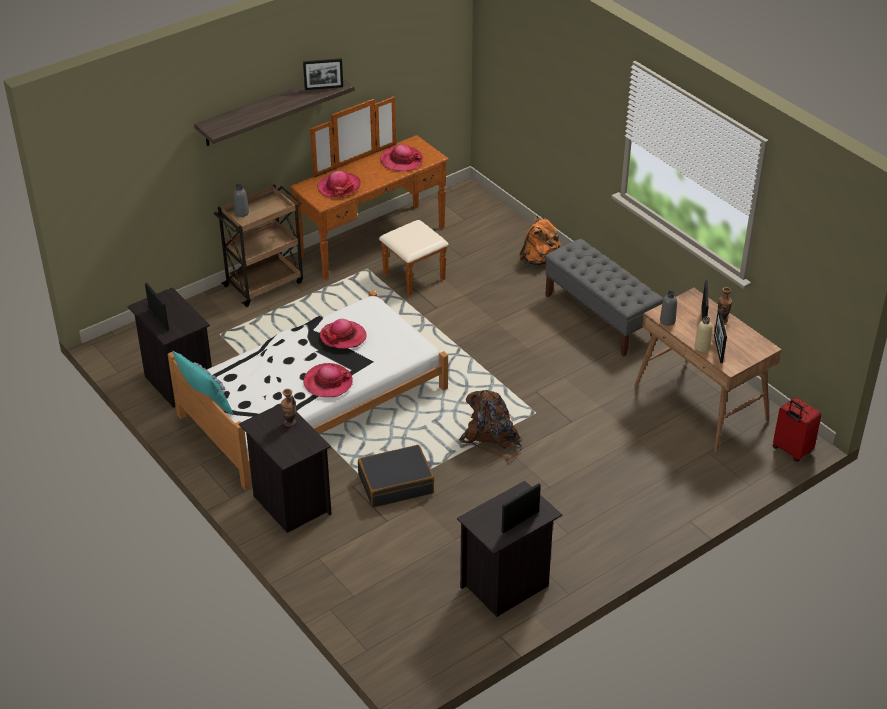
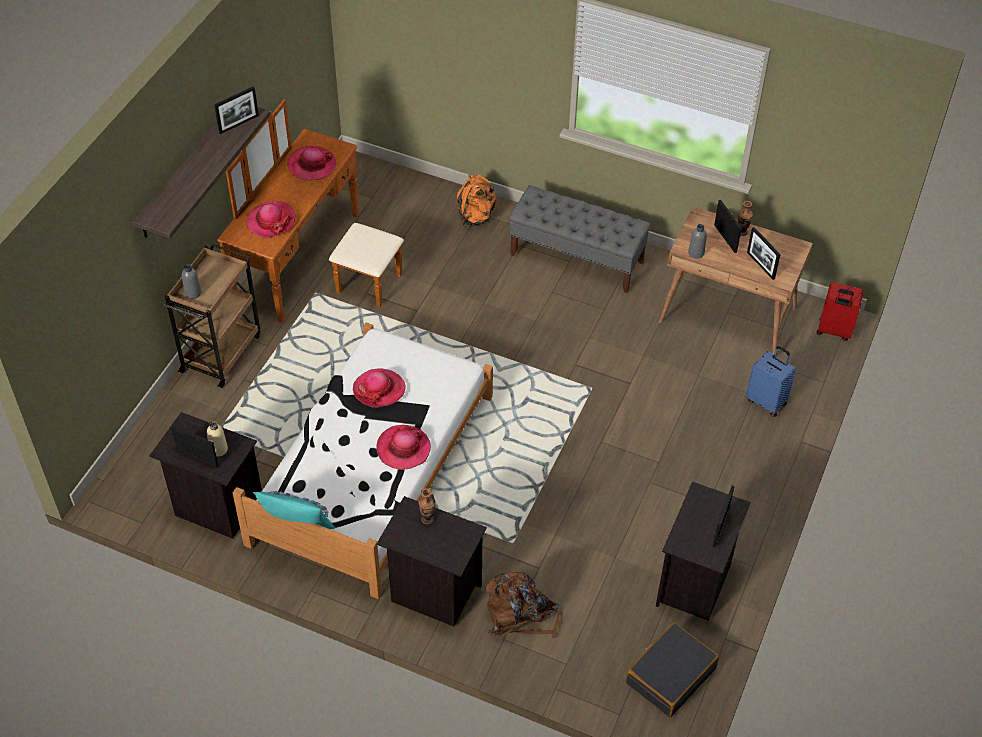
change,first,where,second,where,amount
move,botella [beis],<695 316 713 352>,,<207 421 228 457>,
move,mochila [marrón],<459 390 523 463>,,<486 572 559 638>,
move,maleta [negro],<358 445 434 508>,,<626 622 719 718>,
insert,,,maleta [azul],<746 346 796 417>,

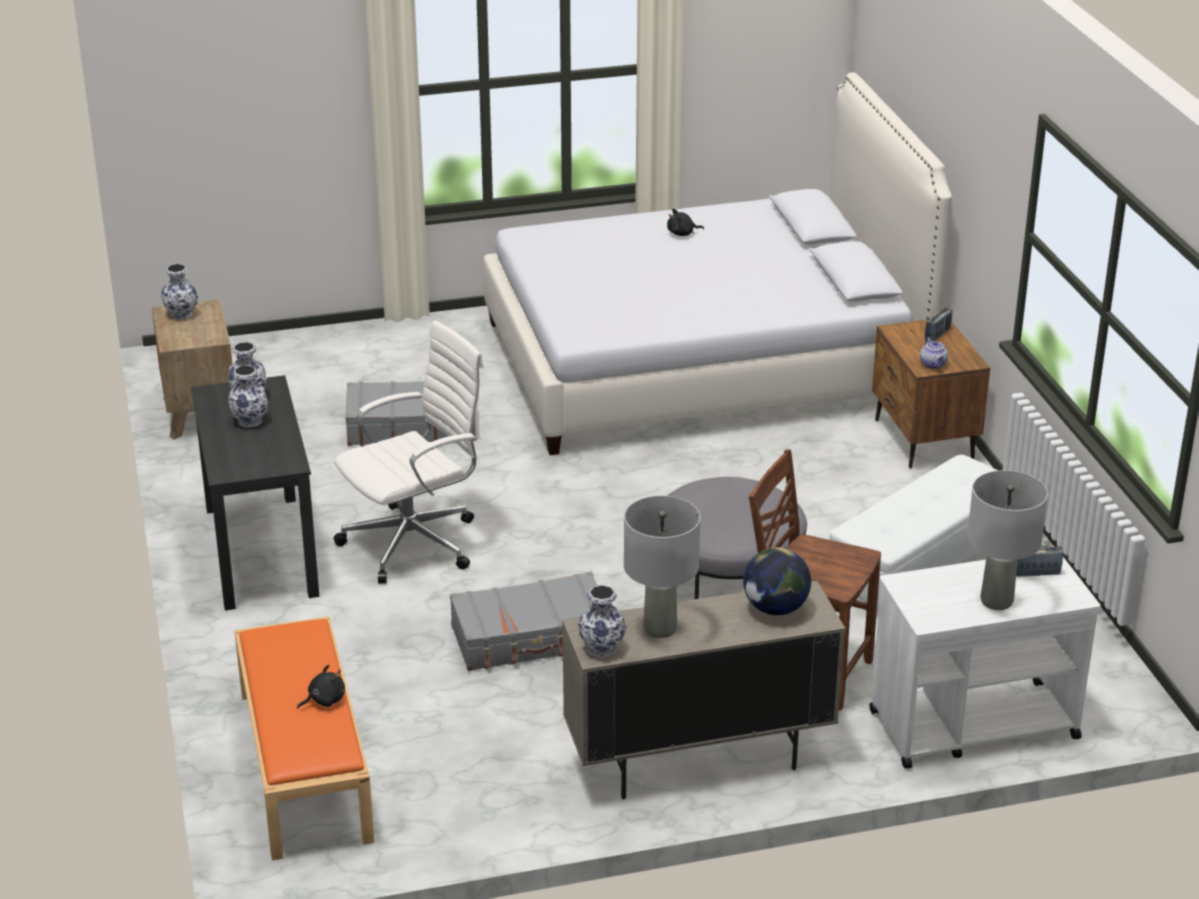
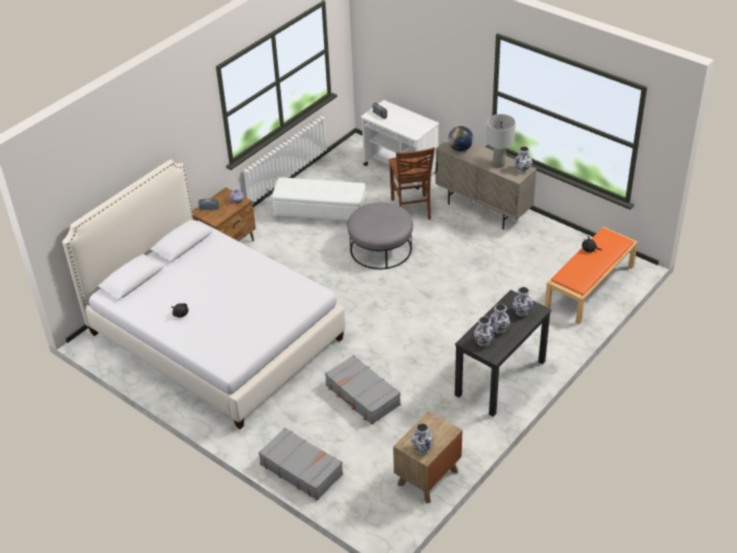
change,first,where,second,where,amount
move,maleta [gris],<450 572 598 671>,,<258 428 343 500>,
insert,,,florero,<512 287 533 316>,
delete,silla de oficina [blanco],<334 321 483 584>,,,
delete,lámpara de mesa [gris],<967 470 1048 610>,,,

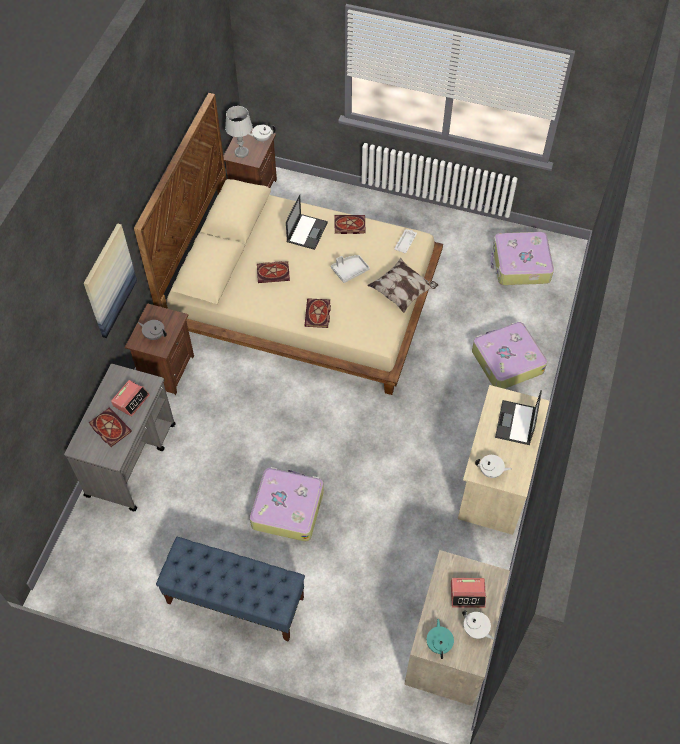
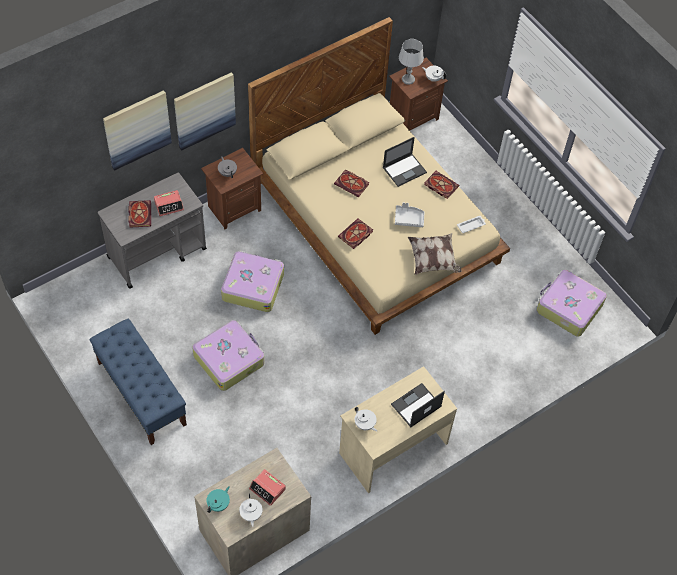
change,first,where,second,where,amount
insert,,,cuadro,<103 90 172 171>,
move,maleta,<472 321 547 389>,,<221 251 284 312>,

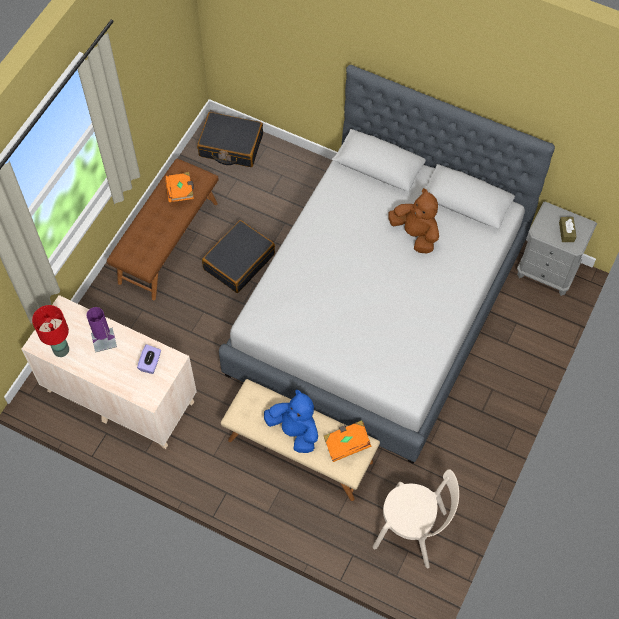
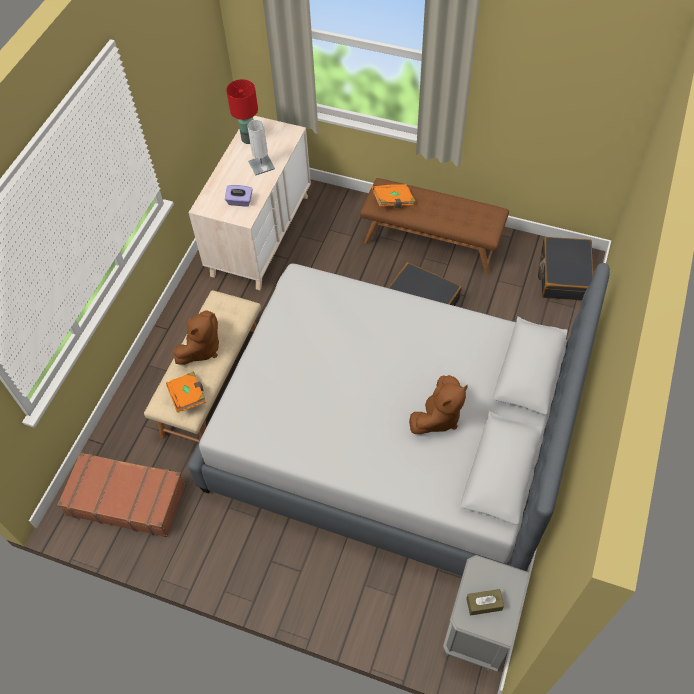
change,first,where,second,where,amount
replace,silla [beis],<373 469 459 568>,maleta [marrón],<57 452 186 537>,
recolor,peluche [azul],<264 389 318 453>,peluche [marrón],<174 310 219 365>,
recolor,lámpara de mesa [morado],<86 307 117 353>,lámpara de mesa [blanco],<247 120 275 175>,
move,libro [naranja],<165 172 194 202>,,<372 184 416 208>,

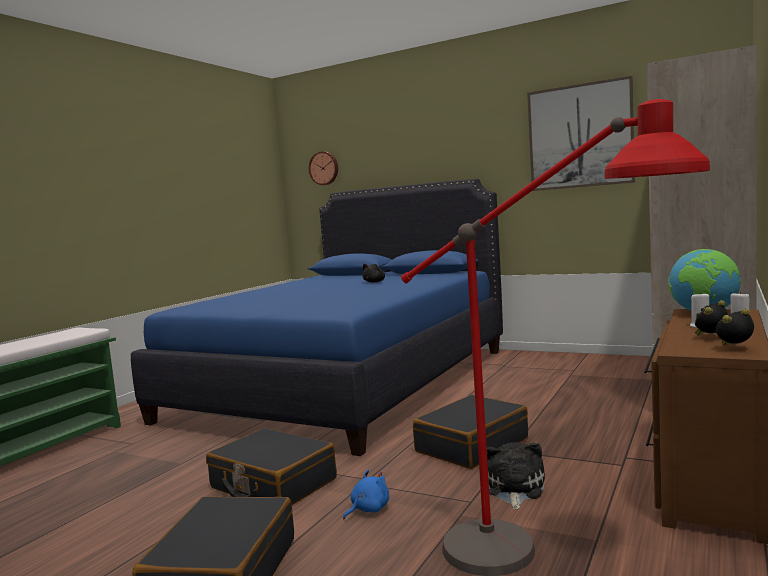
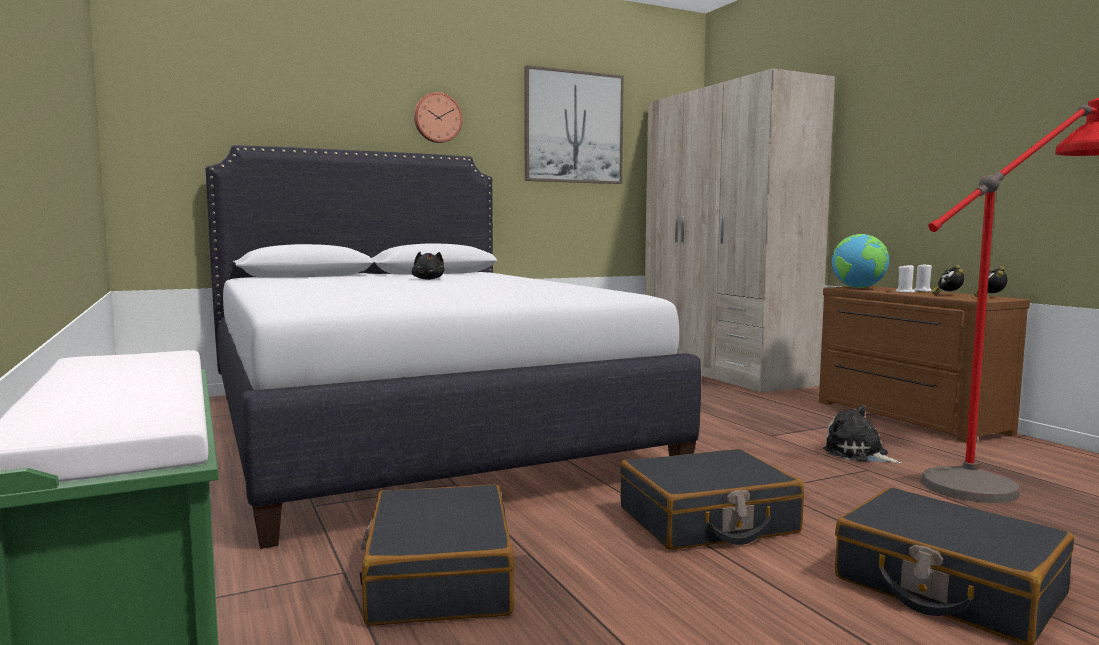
change,first,where,second,where,amount
recolor,cama [azul],<131 179 503 456>,cama [blanco],<205 145 701 549>,
move,maleta [negro],<413 395 528 469>,,<359 485 515 626>,
move,reloj de pared,<309 151 338 185>,,<414 92 463 143>,
delete,peluche [azul],<343 470 389 519>,,,

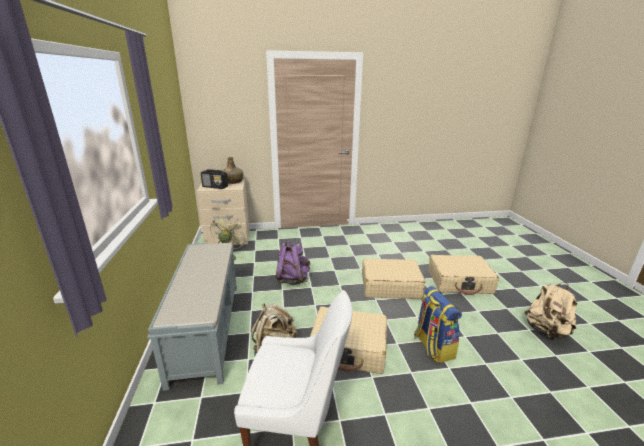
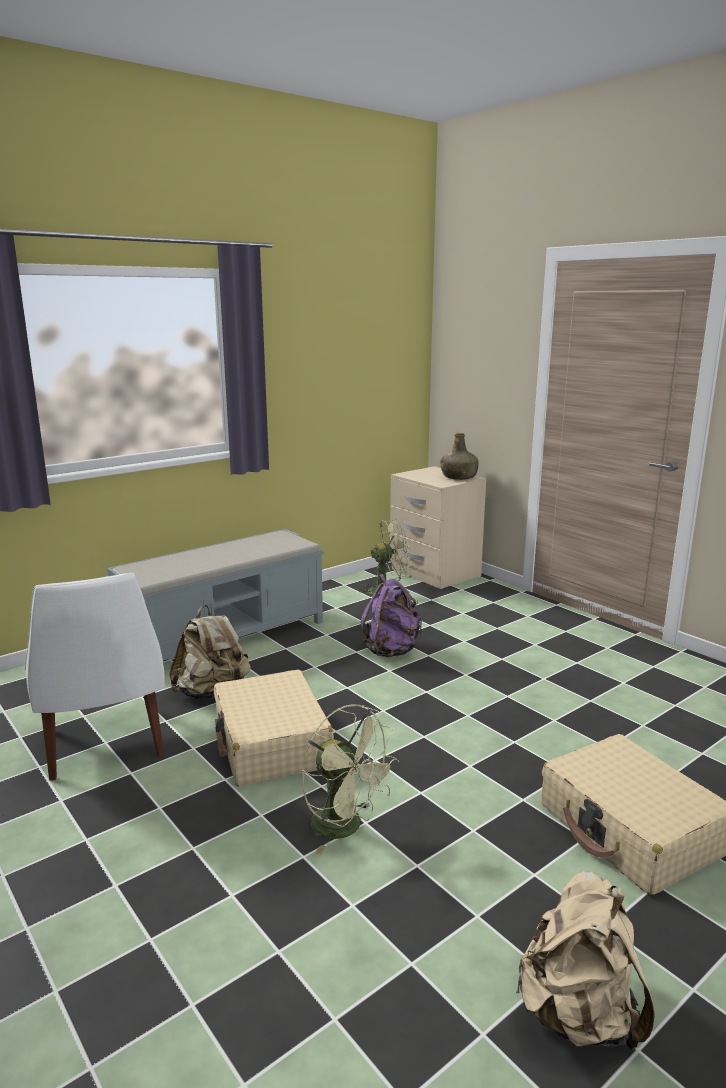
change,first,where,second,where,amount
replace,mochila,<414 286 462 363>,ventilador [verde],<301 704 399 854>,
delete,radio,<201 169 228 189>,,,
delete,maleta [beis],<362 259 425 299>,,,

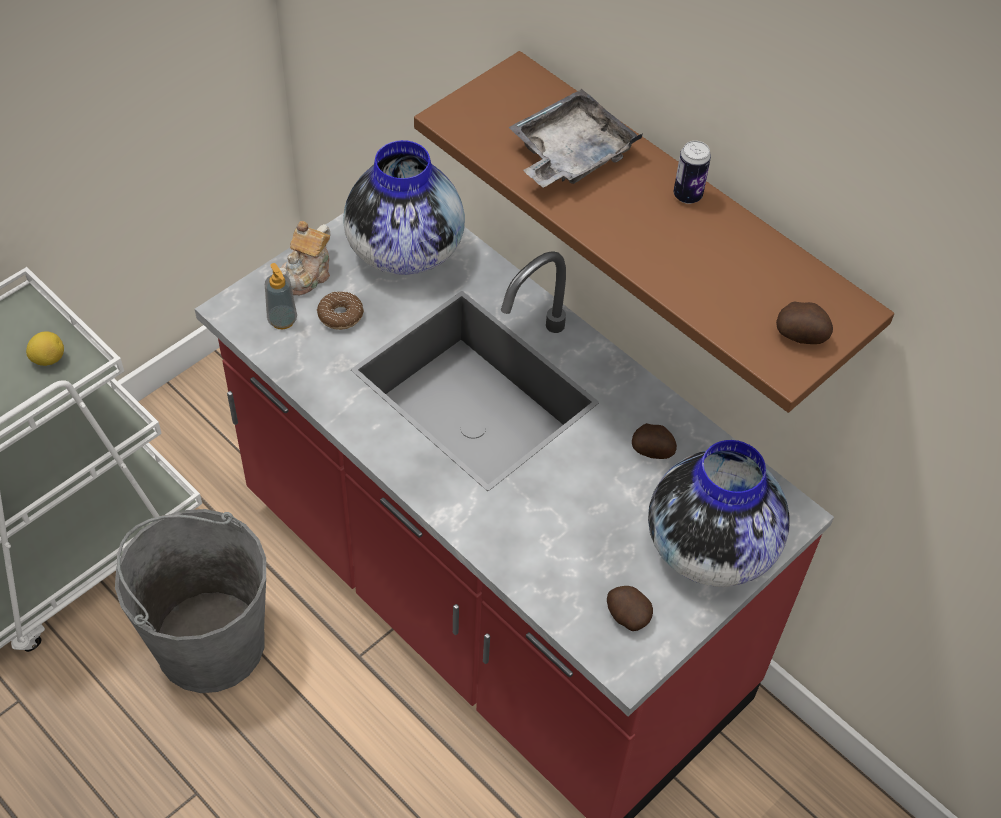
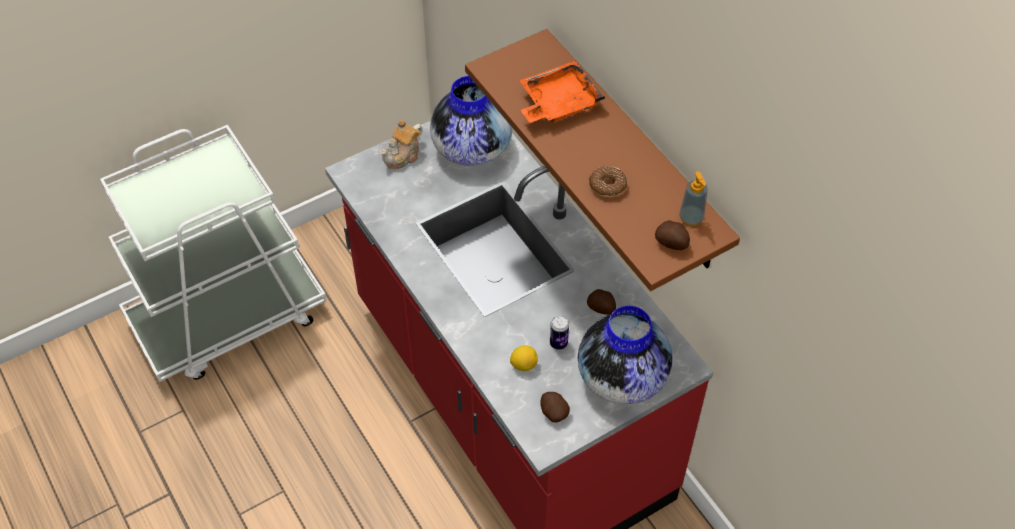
change,first,where,second,where,amount
move,limón,<26 331 64 366>,,<510 345 538 371>,
recolor,bandeja [gris],<508 89 643 188>,bandeja [naranja],<519 61 605 123>,
move,lata,<673 141 711 204>,,<550 316 569 350>,
move,rosquilla,<317 291 364 330>,,<589 166 627 198>,
move,dispensador de jabón,<265 263 297 329>,,<679 171 708 226>,
delete,cubo [gris],<115 509 266 693>,,,

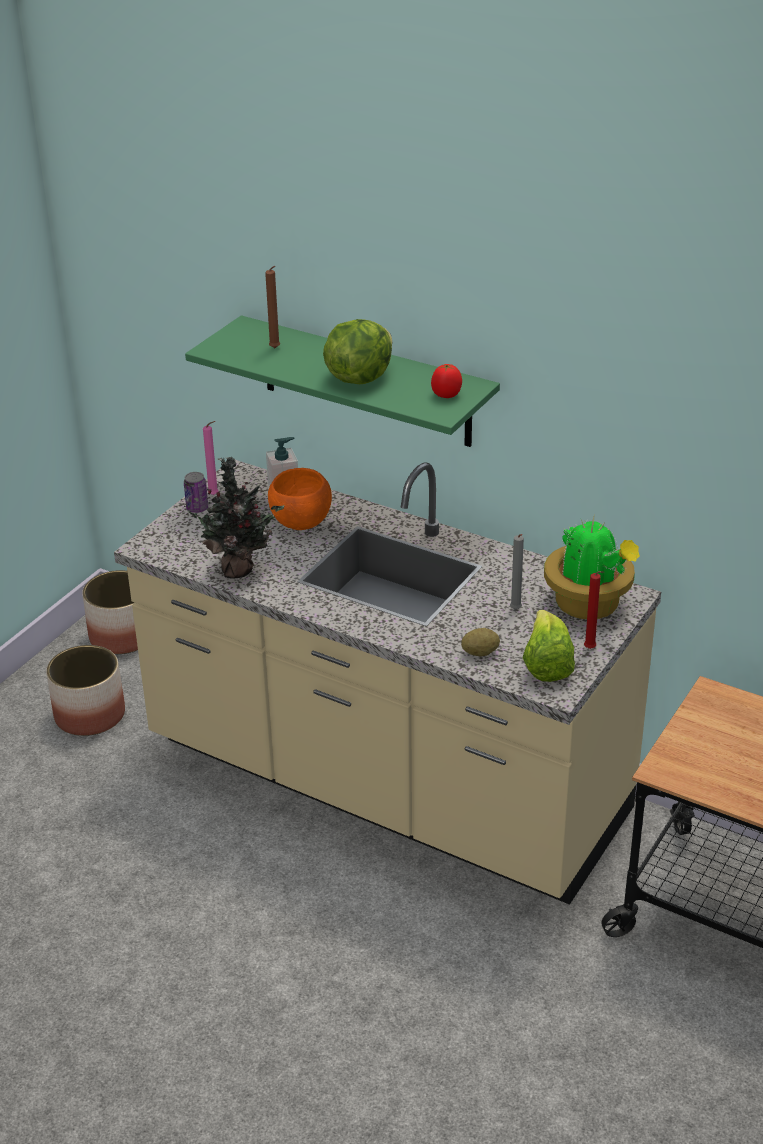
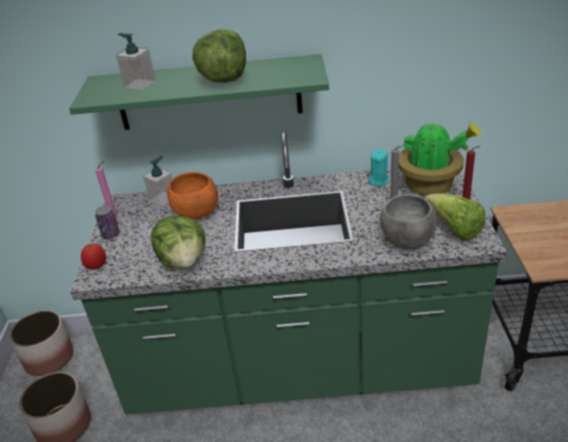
change,first,where,second,where,amount
recolor,mueble bajo de cocina [beis],<114 460 661 905>,mueble bajo de cocina [verde],<70 132 507 415>,
move,tomate,<431 364 462 398>,,<81 243 106 270>,
replace,vela [marrón],<265 266 280 348>,dispensador de jabón,<116 33 156 90>,
replace,planta en maceta,<184 457 284 579>,lechuga,<151 215 205 269>,
insert,,,vela [turquesa],<368 149 389 187>,
replace,patata,<461 628 500 656>,cuenco [gris],<380 194 437 249>,

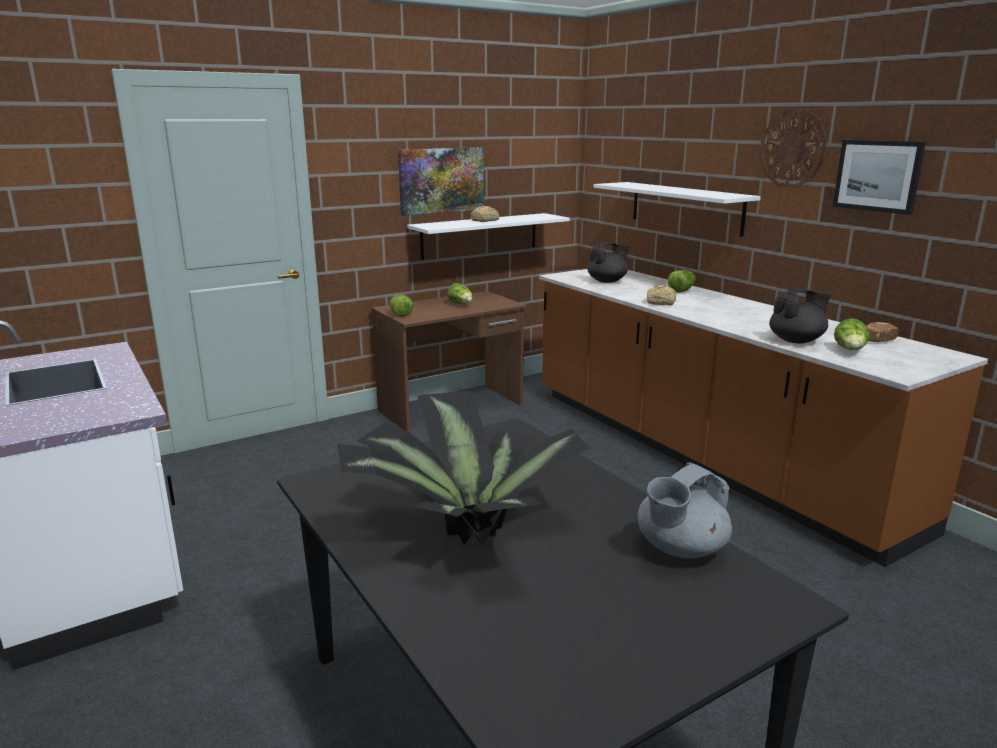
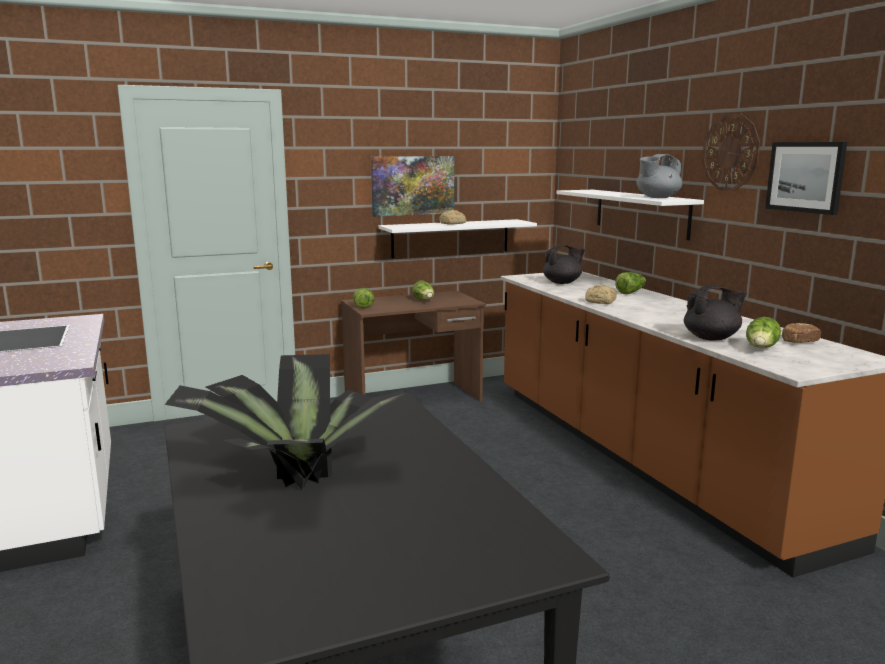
change,first,where,second,where,amount
move,tetera [gris],<637 463 732 559>,,<637 154 682 198>,

